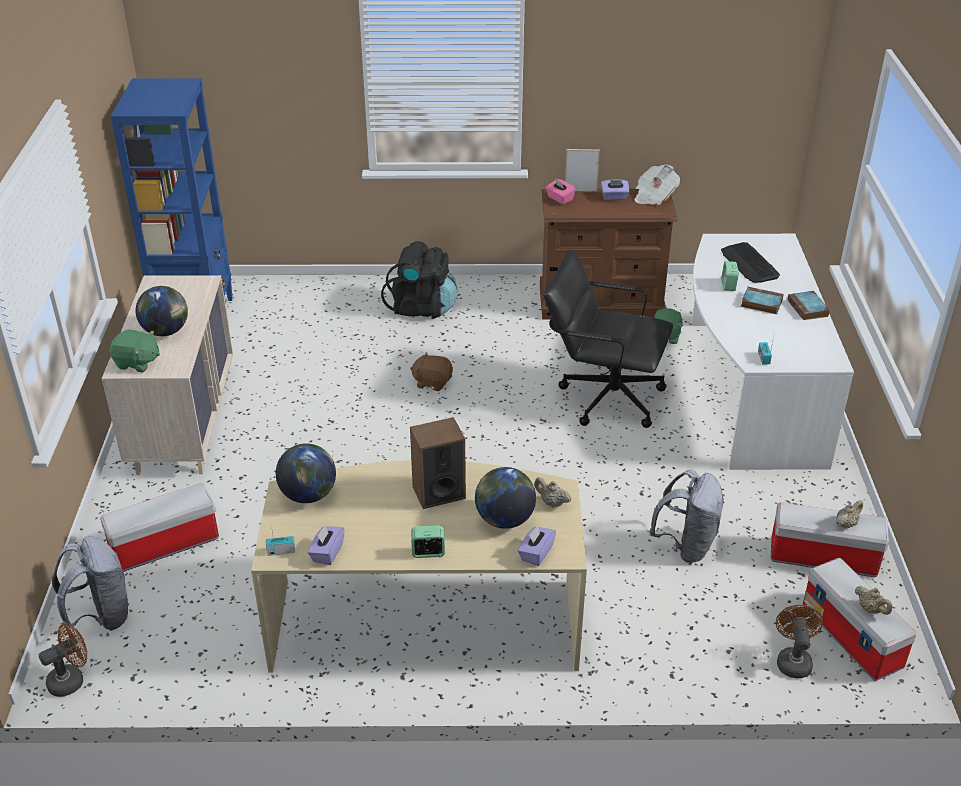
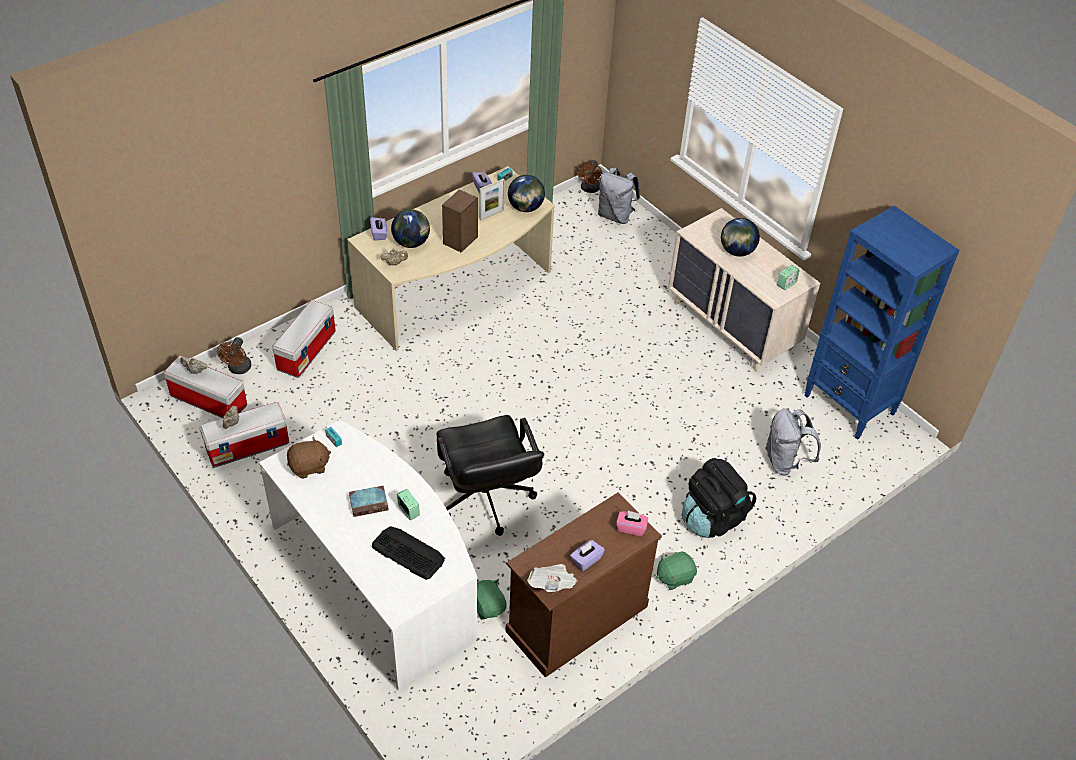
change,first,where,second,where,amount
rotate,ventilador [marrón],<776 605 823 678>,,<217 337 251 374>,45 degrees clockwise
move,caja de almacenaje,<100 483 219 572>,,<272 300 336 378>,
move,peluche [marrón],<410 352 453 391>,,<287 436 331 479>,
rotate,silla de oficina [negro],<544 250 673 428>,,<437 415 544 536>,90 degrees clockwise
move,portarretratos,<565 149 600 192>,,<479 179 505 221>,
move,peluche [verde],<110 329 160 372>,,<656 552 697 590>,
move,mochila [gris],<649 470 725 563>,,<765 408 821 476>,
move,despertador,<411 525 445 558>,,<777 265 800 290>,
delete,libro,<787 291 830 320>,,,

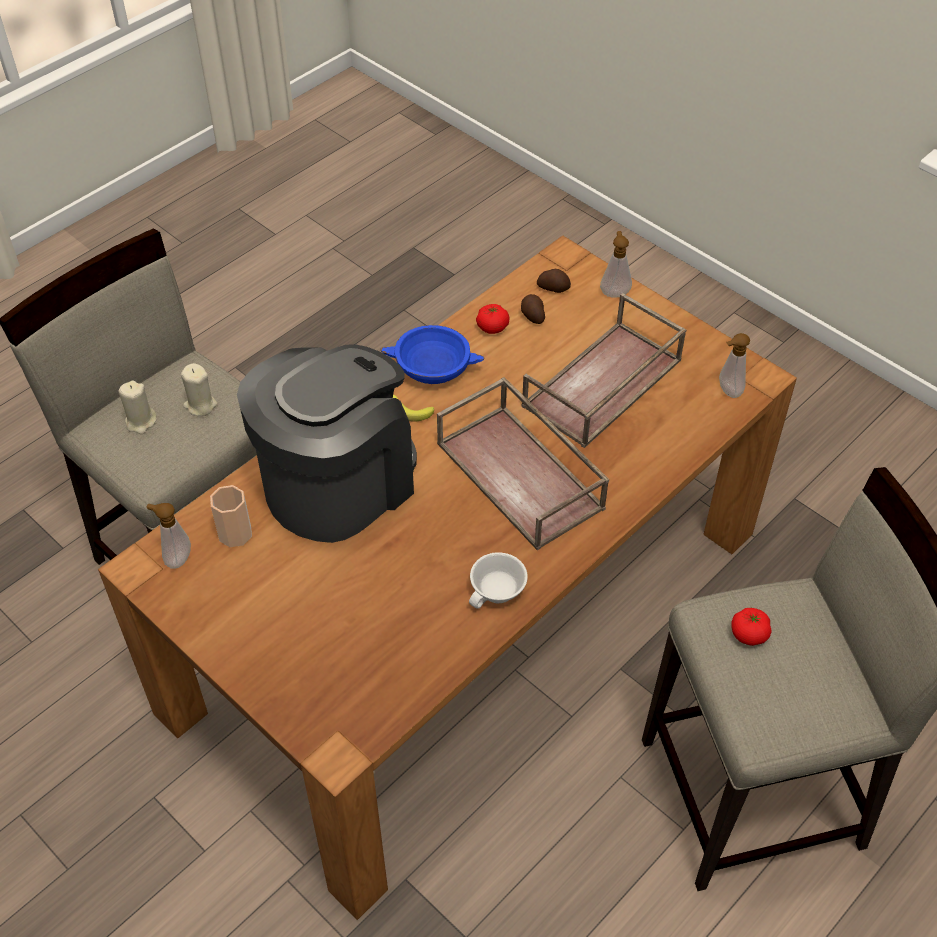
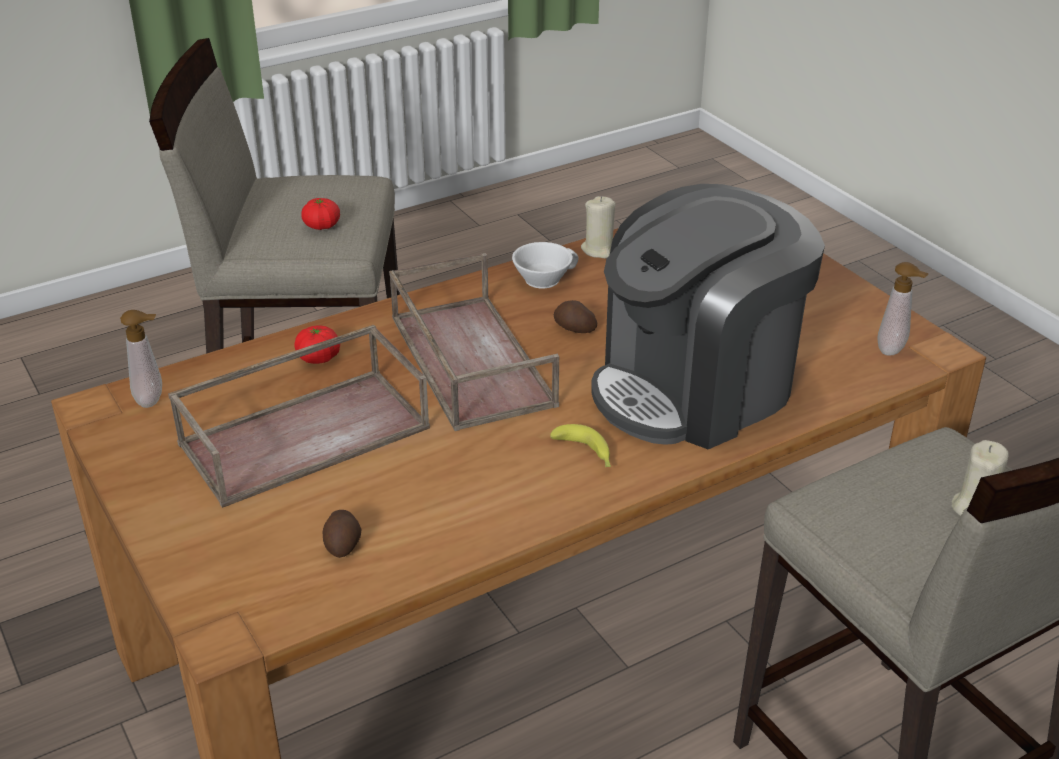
change,first,where,second,where,amount
move,tomate,<476 304 510 334>,,<294 325 340 364>,
move,patata,<537 269 571 293>,,<554 300 597 333>,
move,vela [beis],<181 363 217 416>,,<581 196 616 259>,
delete,taza,<210 485 252 547>,,,
delete,cuenco [azul],<380 325 484 384>,,,
delete,dispensador de jabón,<600 231 632 298>,,,

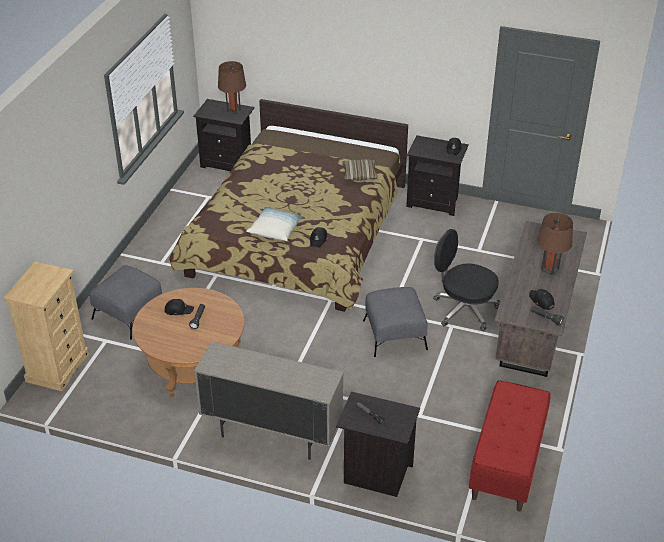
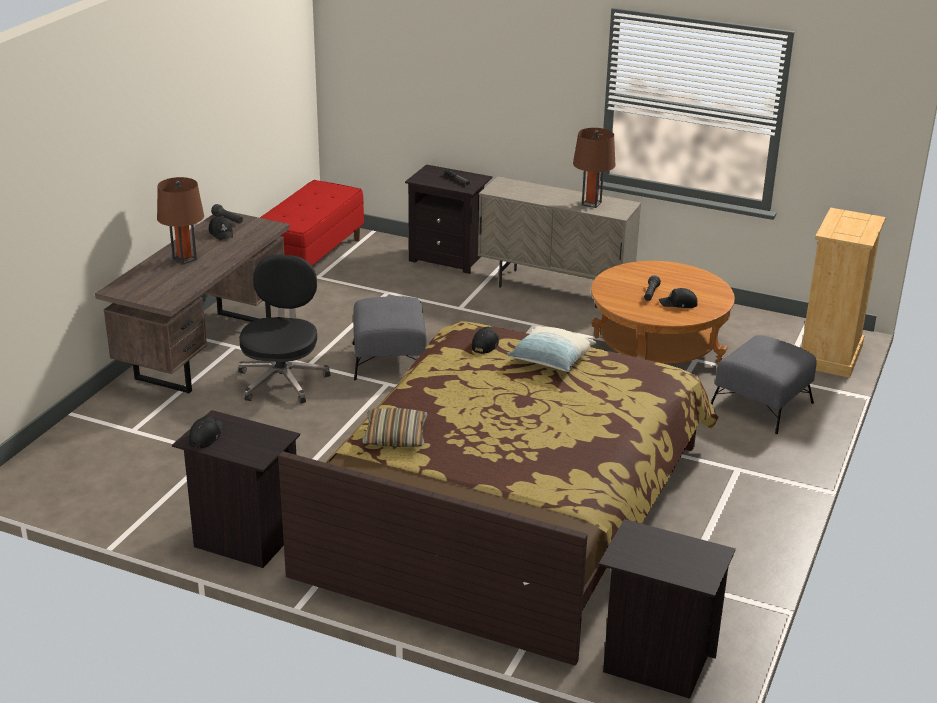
change,first,where,second,where,amount
rotate,silla de oficina [negro],<433 229 500 331>,,<238 255 330 404>,120 degrees counterclockwise
move,lámpara de mesa [marrón],<218 61 246 114>,,<573 128 616 208>,

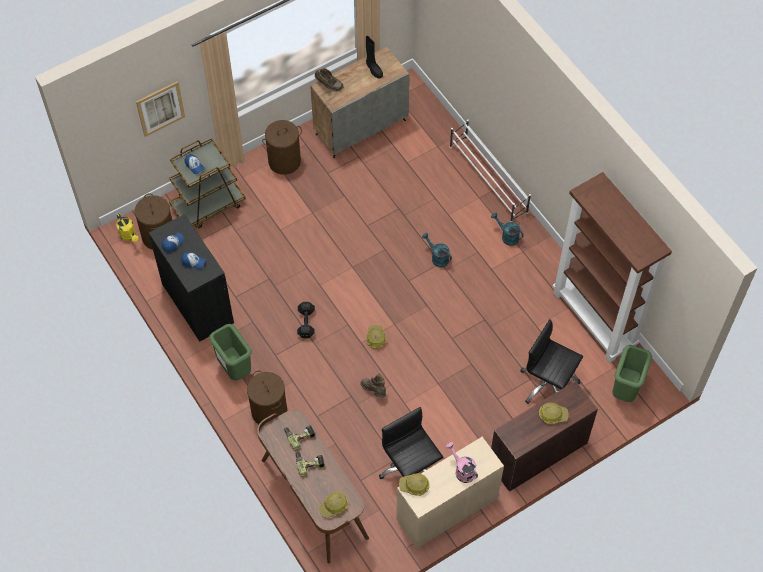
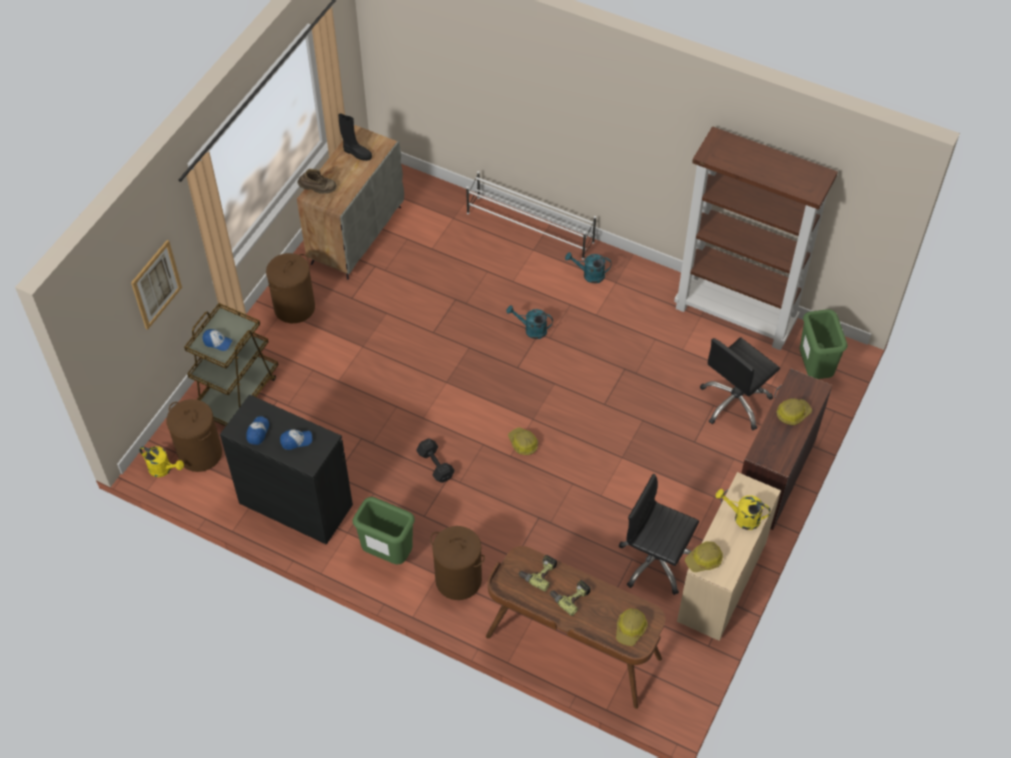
change,first,where,second,where,amount
rotate,silla de oficina [negro],<520 319 583 404>,,<700 337 780 430>,45 degrees counterclockwise
recolor,regadera [rosa],<446 442 478 483>,regadera [amarillo],<716 489 771 530>,
delete,bota [marrón],<360 373 386 398>,,,

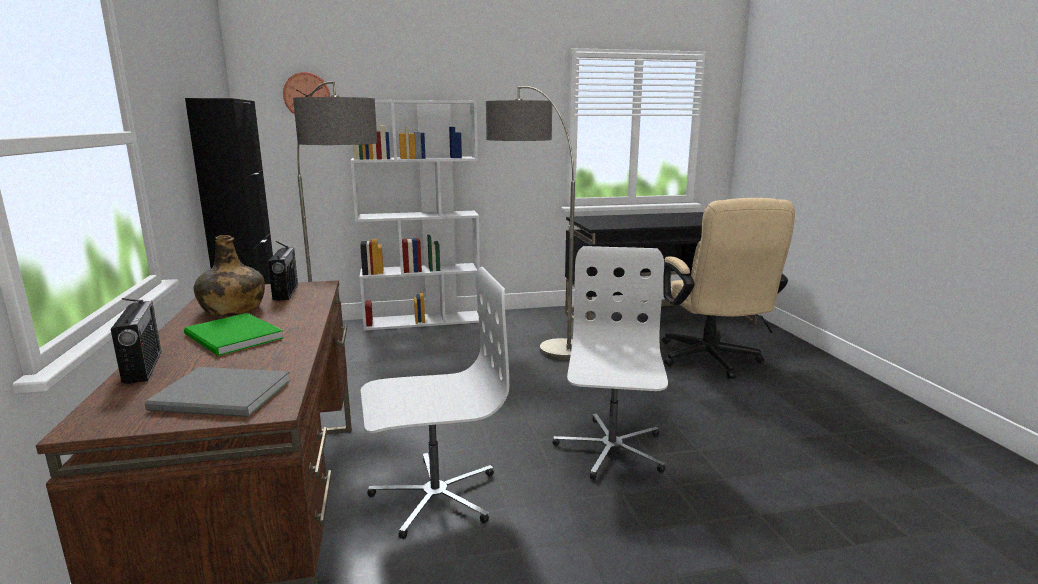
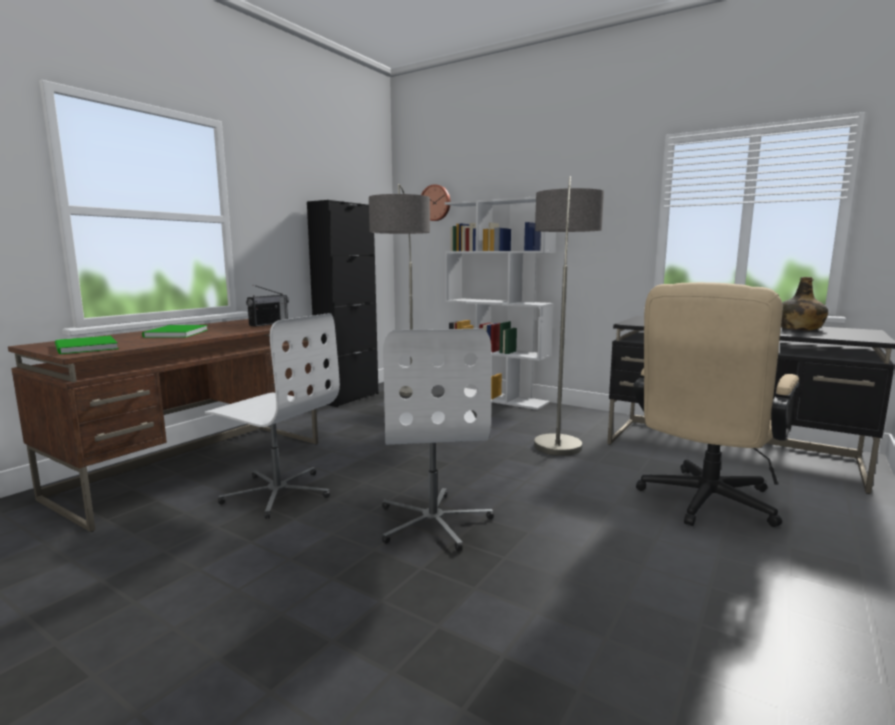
change,first,where,second,where,amount
recolor,libro [gris],<145 367 290 417>,libro [verde],<55 336 119 354>,
rotate,silla de oficina [blanco],<553 246 668 480>,,<382 329 494 551>,120 degrees clockwise
move,botella [verde],<194 235 265 316>,,<781 277 828 331>,
delete,radio,<111 298 161 384>,,,

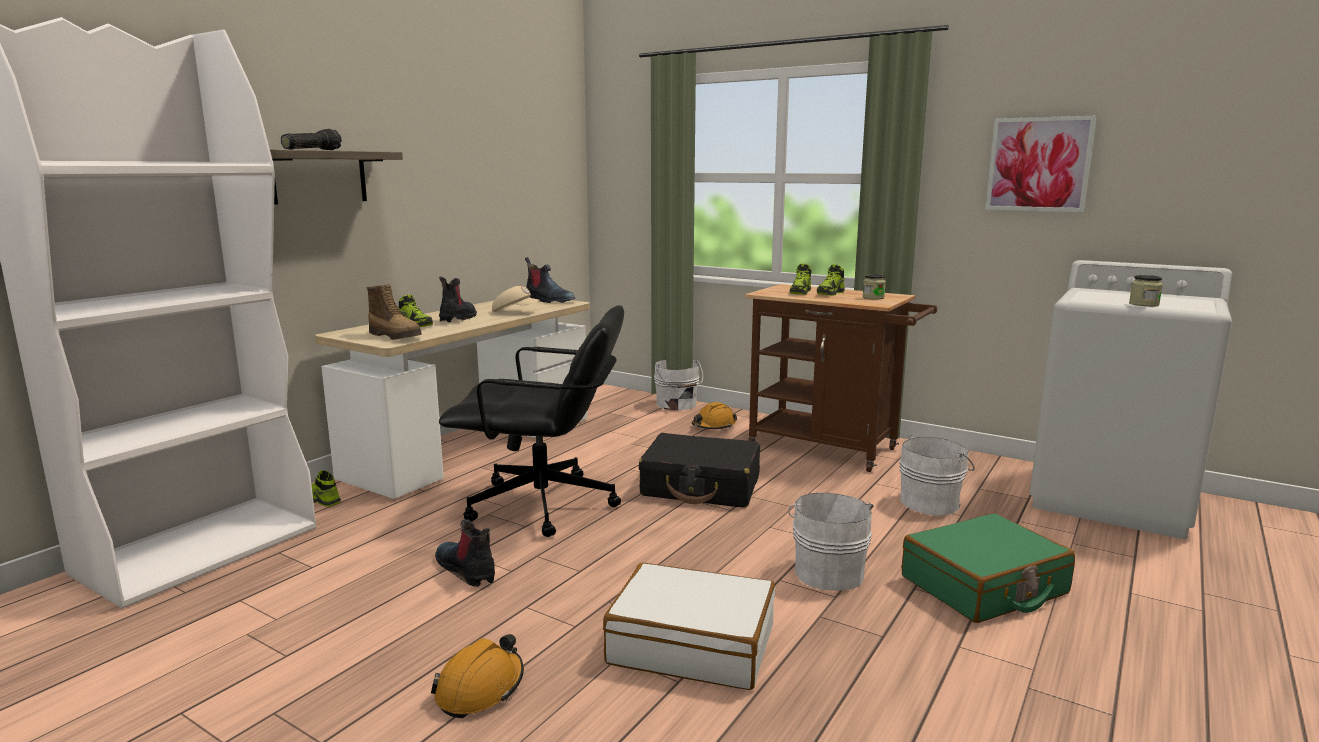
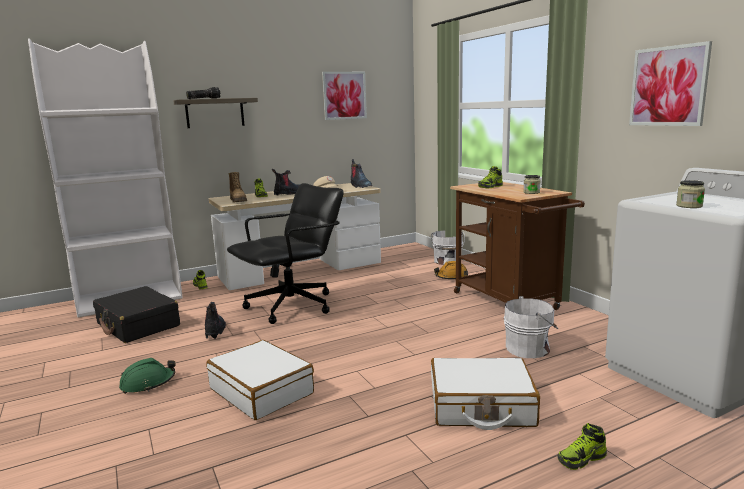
change,first,where,second,where,amount
move,maleta [negro],<639 433 760 508>,,<93 286 180 343>,
recolor,casco [naranja],<431 634 524 718>,casco [verde],<119 358 176 394>,
rotate,silla de oficina [negro],<439 305 624 537>,,<227 183 344 324>,75 degrees counterclockwise
insert,,,cuadro,<322 72 367 120>,
recolor,maleta [verde],<902 513 1075 623>,maleta [blanco],<431 358 540 430>,
move,zapato,<817 264 845 296>,,<558 423 607 470>,
delete,cubo [blanco],<788 492 873 591>,,,

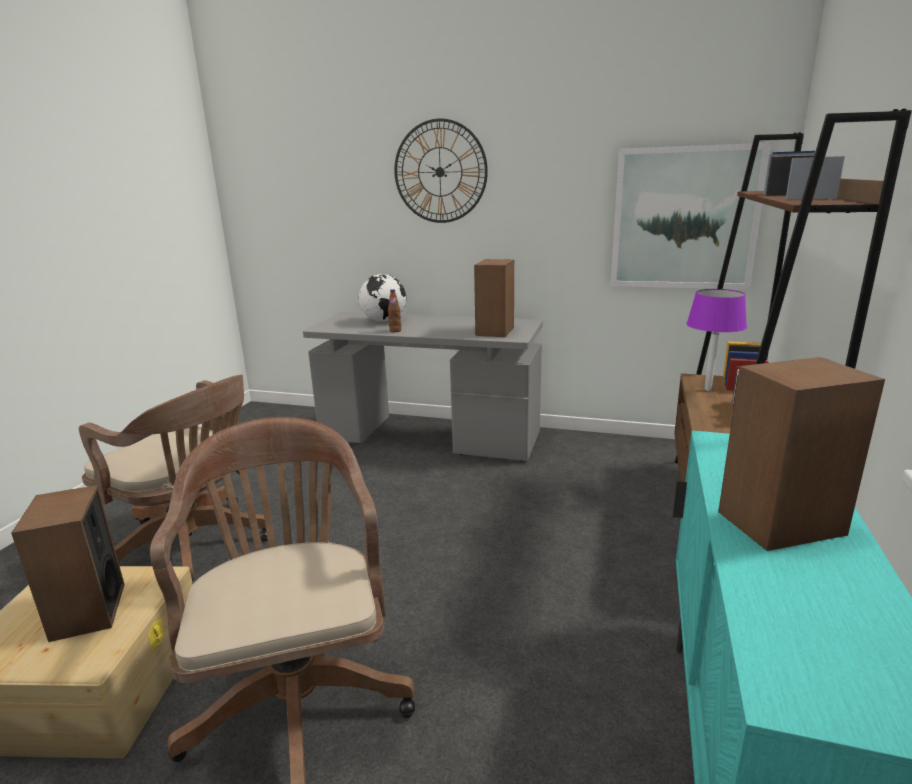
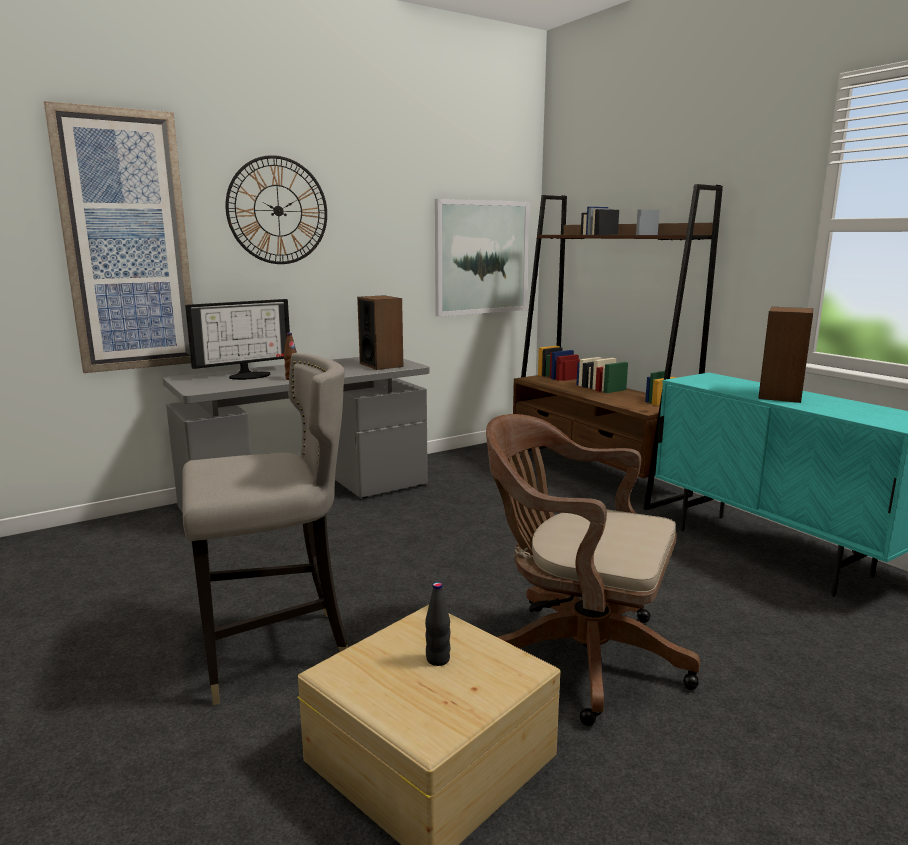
change,first,where,second,where,amount
insert,,,cuadro,<44 101 193 373>,
replace,silla de oficina [marrón],<79 375 268 581>,taburete [gris],<182 353 348 705>,
replace,globo terráqueo,<359 274 406 322>,monitor,<185 299 290 380>,
replace,altavoz,<11 485 124 642>,botella [negro],<425 582 450 666>,
delete,lámpara de mesa [morado],<686 289 747 391>,,,

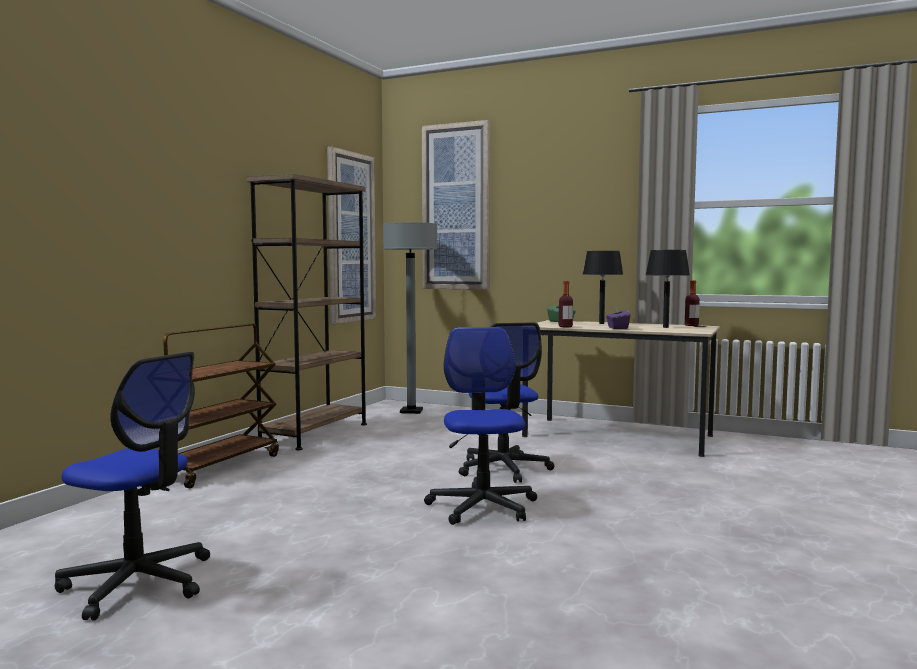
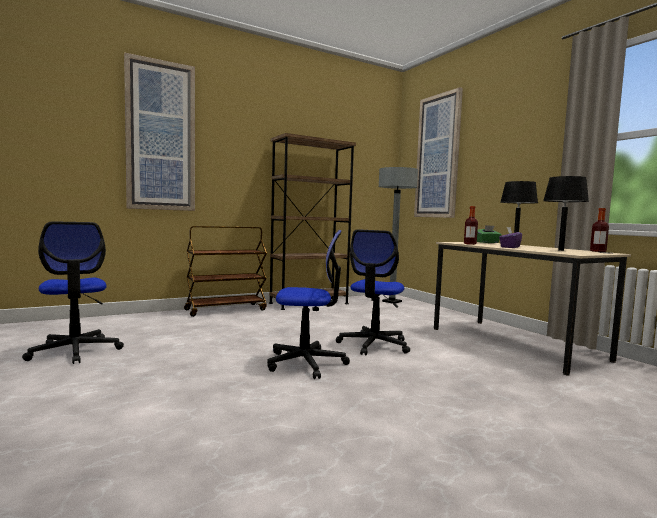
change,first,where,second,where,amount
move,cuadro,<327 147 376 324>,,<124 53 195 211>,
rotate,silla de oficina,<424 327 537 525>,,<267 230 350 379>,60 degrees clockwise

